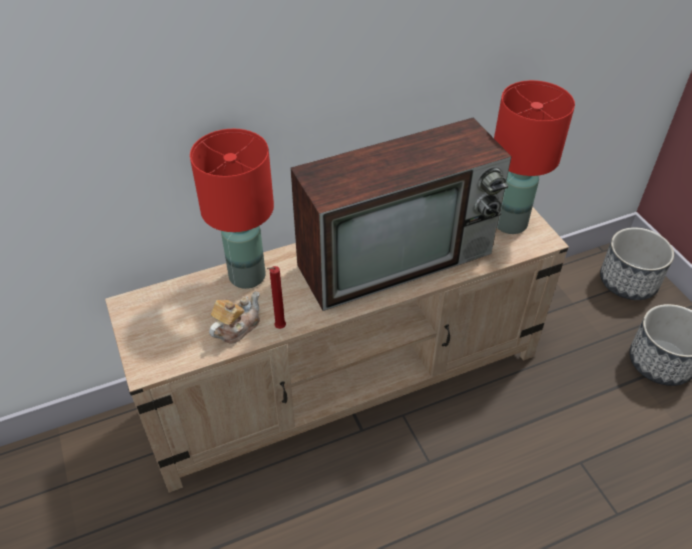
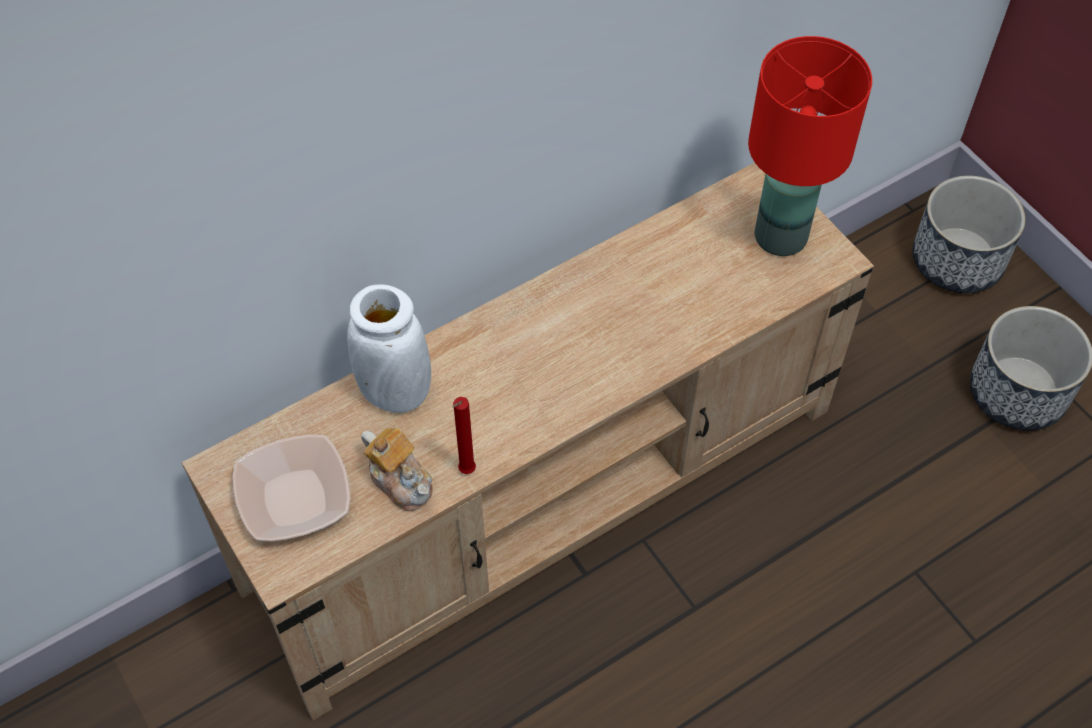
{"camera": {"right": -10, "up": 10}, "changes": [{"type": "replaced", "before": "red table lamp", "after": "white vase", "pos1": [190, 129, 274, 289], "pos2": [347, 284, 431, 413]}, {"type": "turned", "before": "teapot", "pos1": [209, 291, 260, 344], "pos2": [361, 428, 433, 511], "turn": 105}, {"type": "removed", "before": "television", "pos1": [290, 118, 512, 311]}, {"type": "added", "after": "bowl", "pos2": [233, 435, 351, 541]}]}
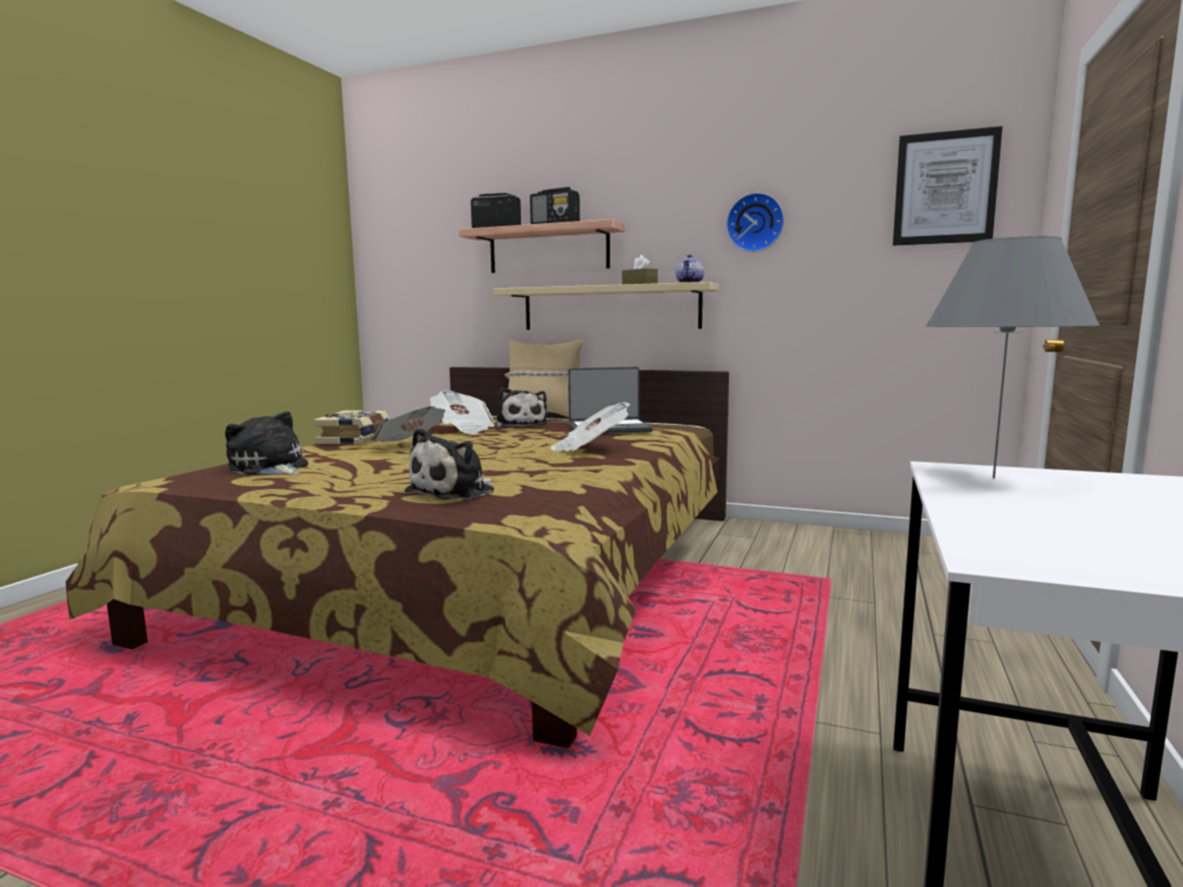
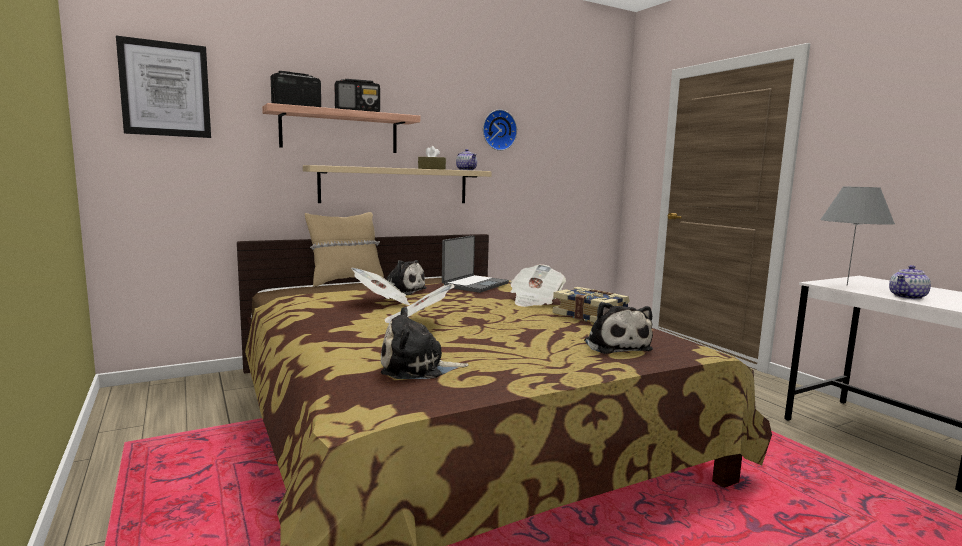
{"camera": {"right": -50, "up": 0}, "changes": [{"type": "moved", "before": "book", "pos1": [313, 410, 389, 444], "pos2": [553, 287, 630, 323]}, {"type": "moved", "before": "picture", "pos1": [893, 126, 1002, 246], "pos2": [116, 36, 211, 138]}, {"type": "added", "after": "teapot", "pos2": [889, 265, 931, 300]}]}
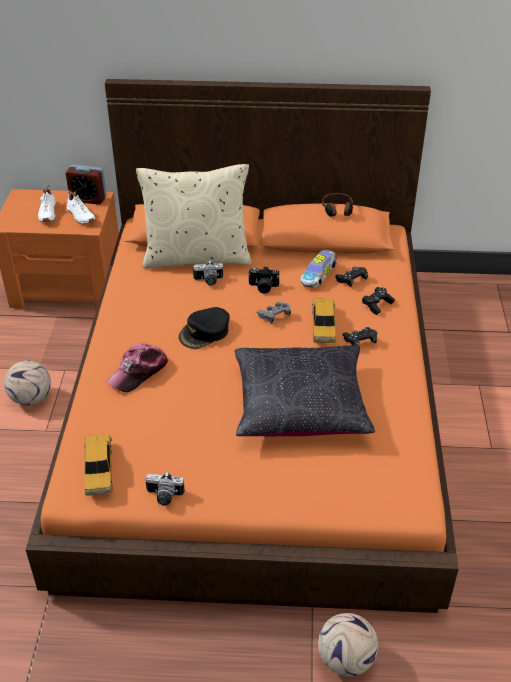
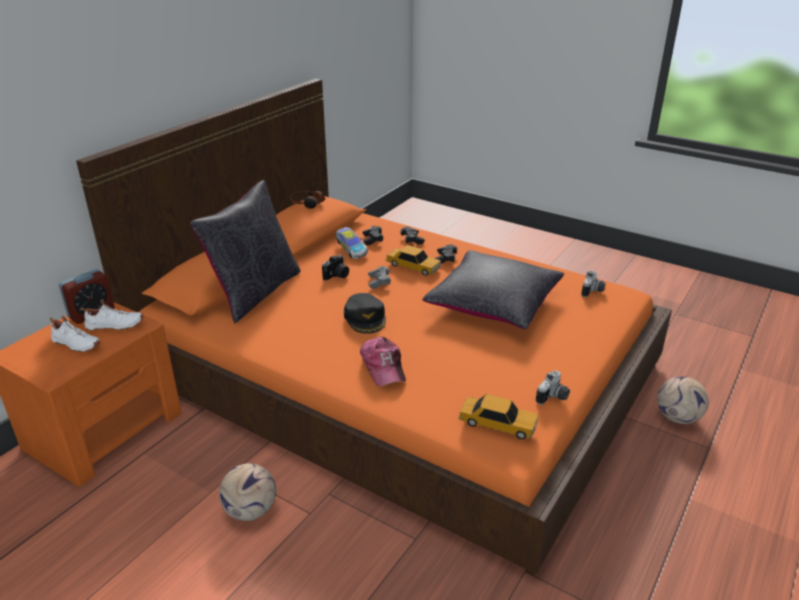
{"camera": {"right": -60, "up": -10}, "changes": [{"type": "recoloured", "before": "beige pillow", "after": "black pillow", "pos1": [136, 164, 251, 268], "pos2": [190, 180, 301, 323]}, {"type": "moved", "before": "photo camera", "pos1": [193, 260, 223, 286], "pos2": [581, 270, 606, 297]}]}
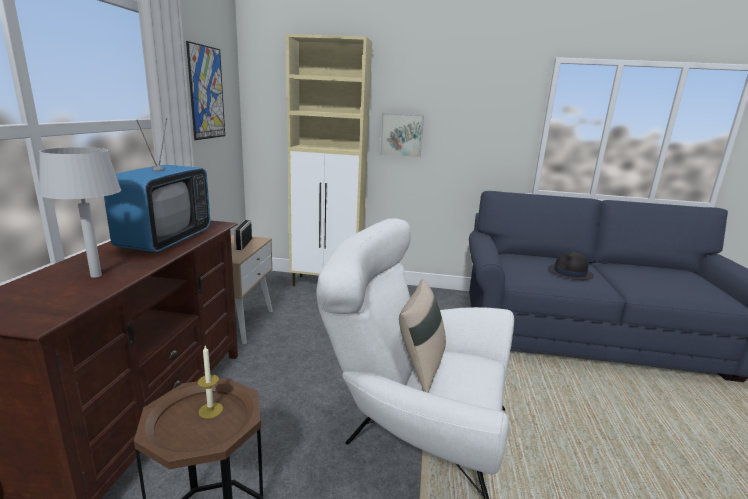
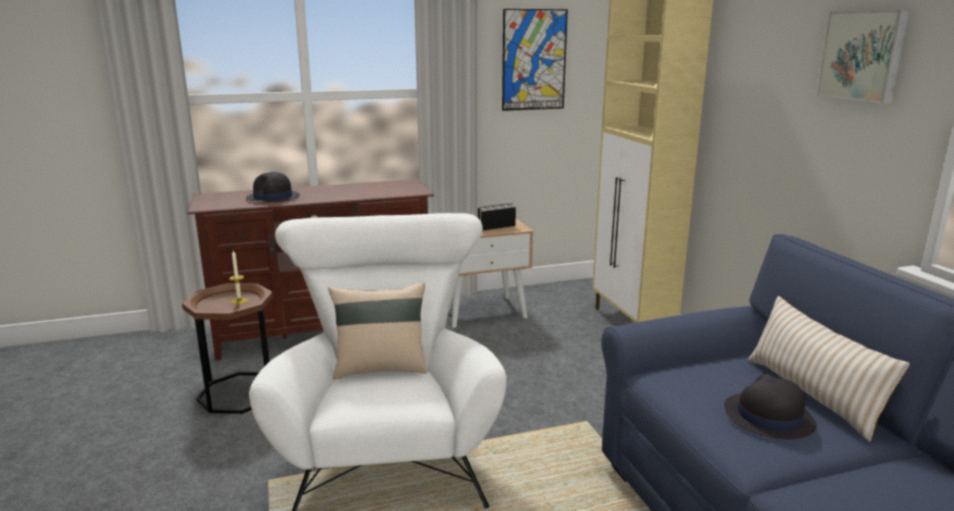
{"camera": {"right": 65, "up": 0}, "changes": [{"type": "replaced", "before": "grey table lamp", "after": "black hat", "pos1": [39, 147, 121, 278], "pos2": [246, 172, 300, 202]}, {"type": "removed", "before": "television", "pos1": [104, 118, 210, 252]}, {"type": "moved", "before": "picture", "pos1": [380, 113, 424, 158], "pos2": [816, 10, 910, 104]}, {"type": "added", "after": "beige pillow", "pos2": [748, 296, 910, 441]}]}
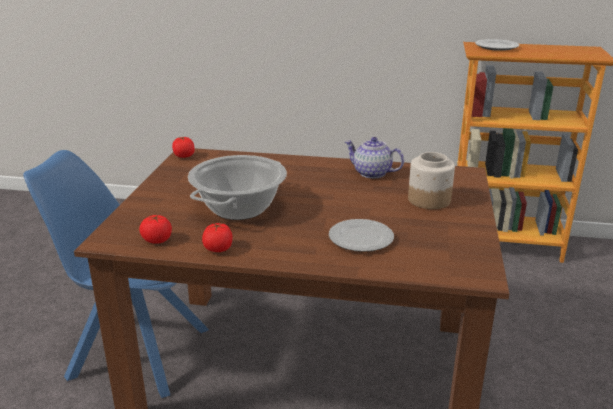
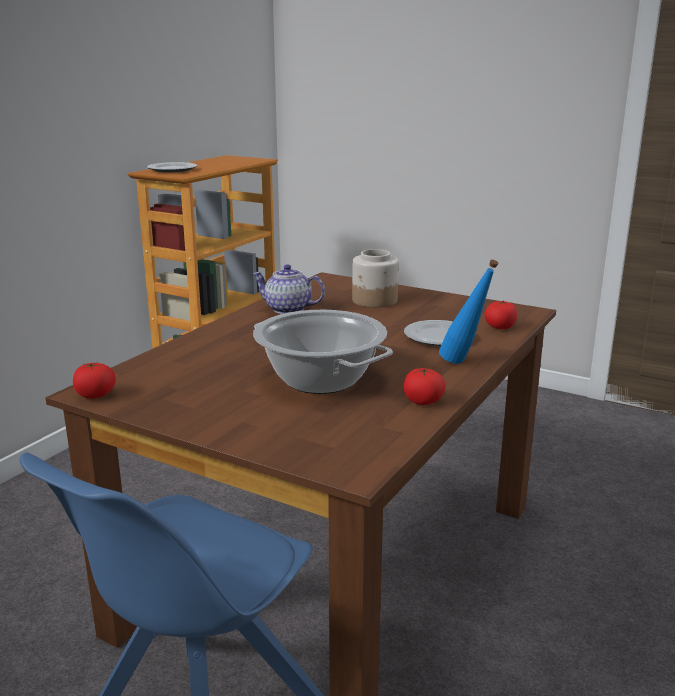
{"camera": {"right": -70, "up": -5}, "changes": [{"type": "moved", "before": "tomato", "pos1": [139, 215, 172, 244], "pos2": [485, 301, 517, 329]}, {"type": "turned", "before": "teapot", "pos1": [345, 137, 404, 179], "pos2": [252, 264, 325, 314], "turn": 60}, {"type": "added", "after": "blue bottle", "pos2": [439, 260, 499, 364]}]}
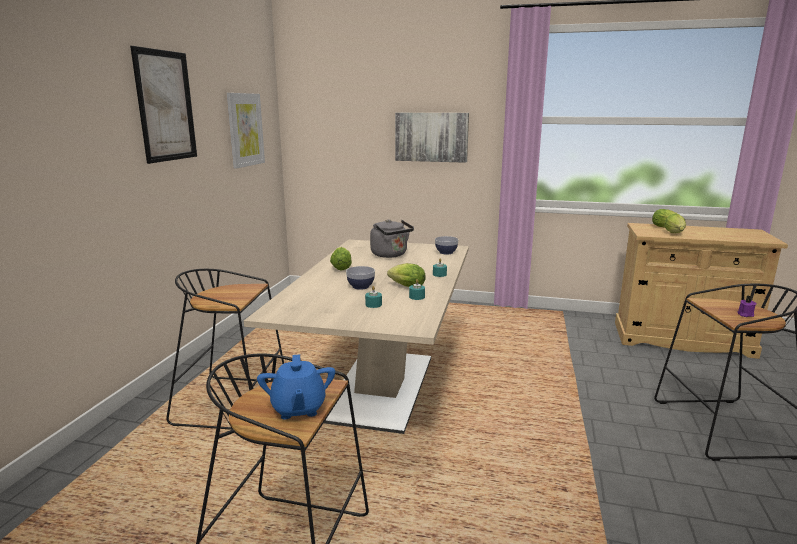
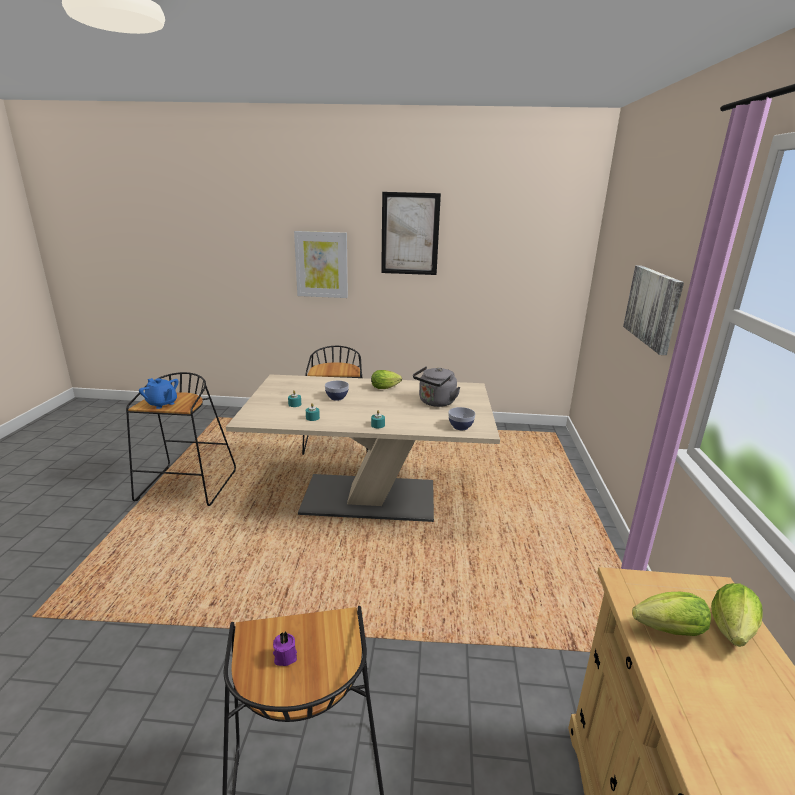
{"camera": {"right": 80, "up": 5}, "changes": [{"type": "moved", "before": "picture", "pos1": [227, 93, 265, 169], "pos2": [294, 231, 348, 298]}, {"type": "turned", "before": "blue teapot", "pos1": [257, 354, 335, 419], "pos2": [139, 378, 179, 409], "turn": -120}, {"type": "removed", "before": "lettuce", "pos1": [387, 263, 426, 287]}]}
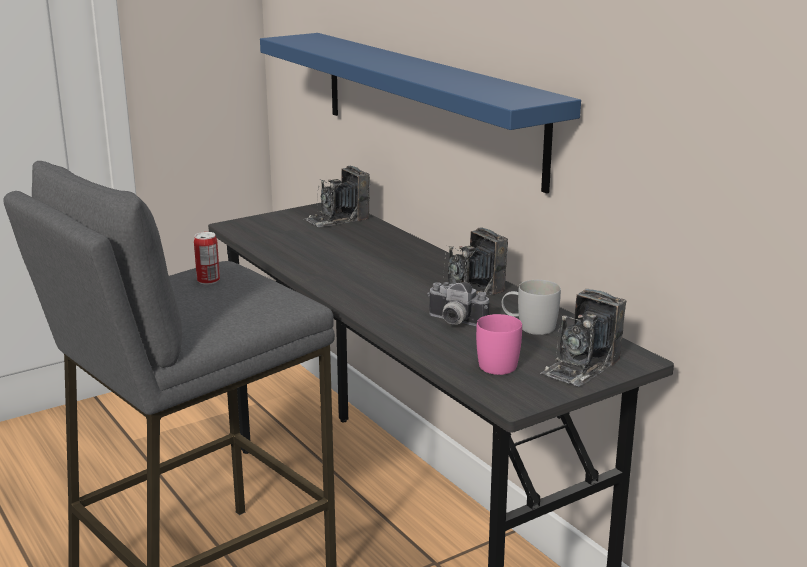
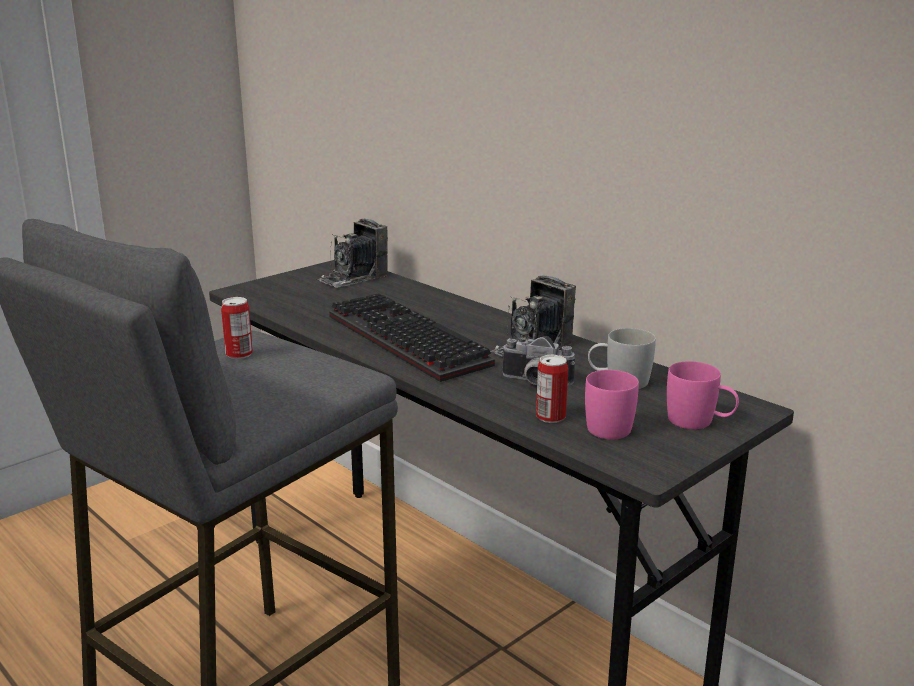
{"camera": {"right": -10, "up": 0}, "changes": [{"type": "removed", "before": "blue shelf", "pos1": [260, 33, 581, 194]}, {"type": "replaced", "before": "photo camera", "after": "pink mug", "pos1": [540, 289, 626, 386], "pos2": [667, 361, 739, 429]}, {"type": "added", "after": "keyboard", "pos2": [329, 293, 495, 382]}, {"type": "added", "after": "can", "pos2": [536, 355, 568, 423]}]}
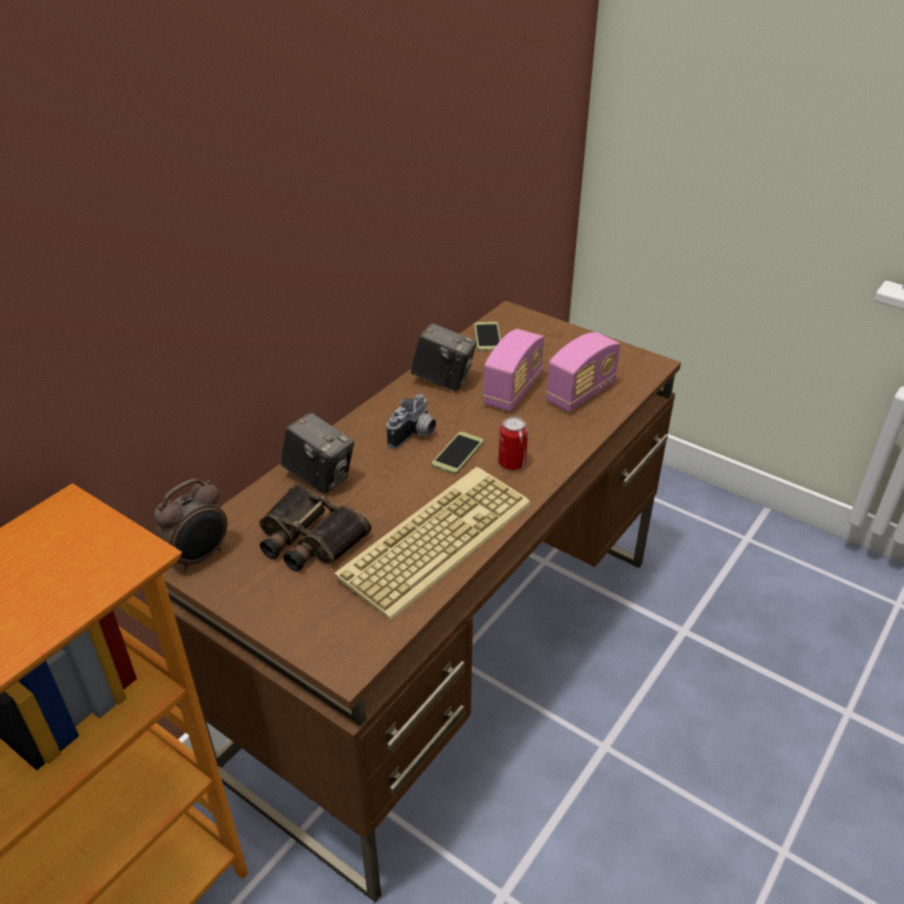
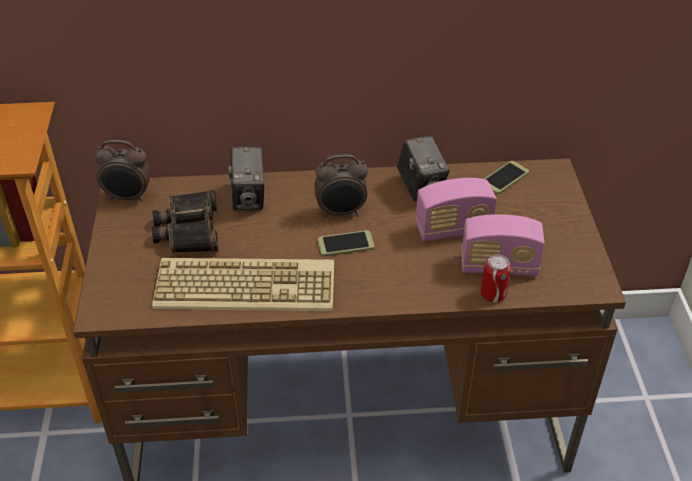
{"camera": {"right": 50, "up": 5}, "changes": [{"type": "replaced", "before": "photo camera", "after": "alarm clock", "pos1": [387, 394, 436, 449], "pos2": [314, 154, 368, 218]}, {"type": "moved", "before": "can", "pos1": [498, 416, 528, 470], "pos2": [481, 254, 511, 302]}]}
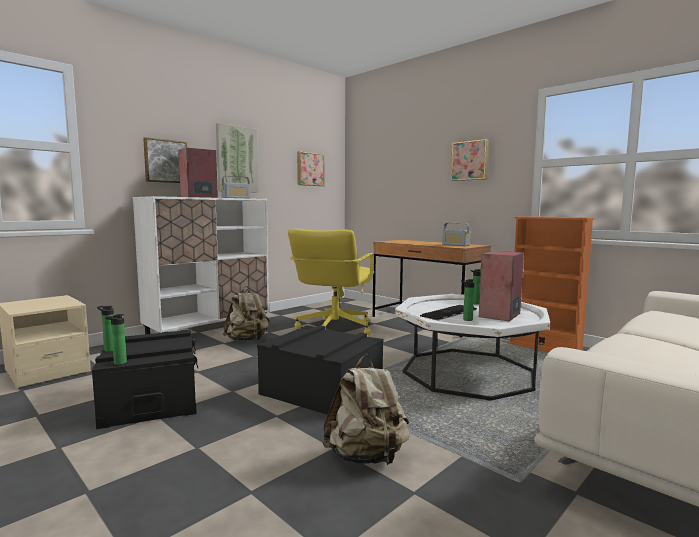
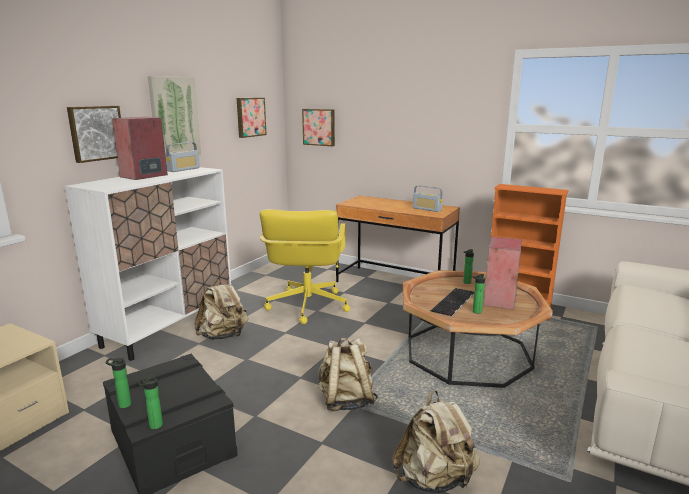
{"camera": {"right": -15, "up": 10}, "changes": [{"type": "replaced", "before": "black storage box", "after": "beige backpack", "pos1": [257, 325, 384, 415], "pos2": [318, 338, 378, 411]}, {"type": "recoloured", "before": "white coffee table", "after": "brown coffee table", "pos1": [395, 294, 550, 401], "pos2": [403, 270, 553, 388]}, {"type": "moved", "before": "picture", "pos1": [451, 139, 489, 181], "pos2": [302, 109, 335, 146]}]}
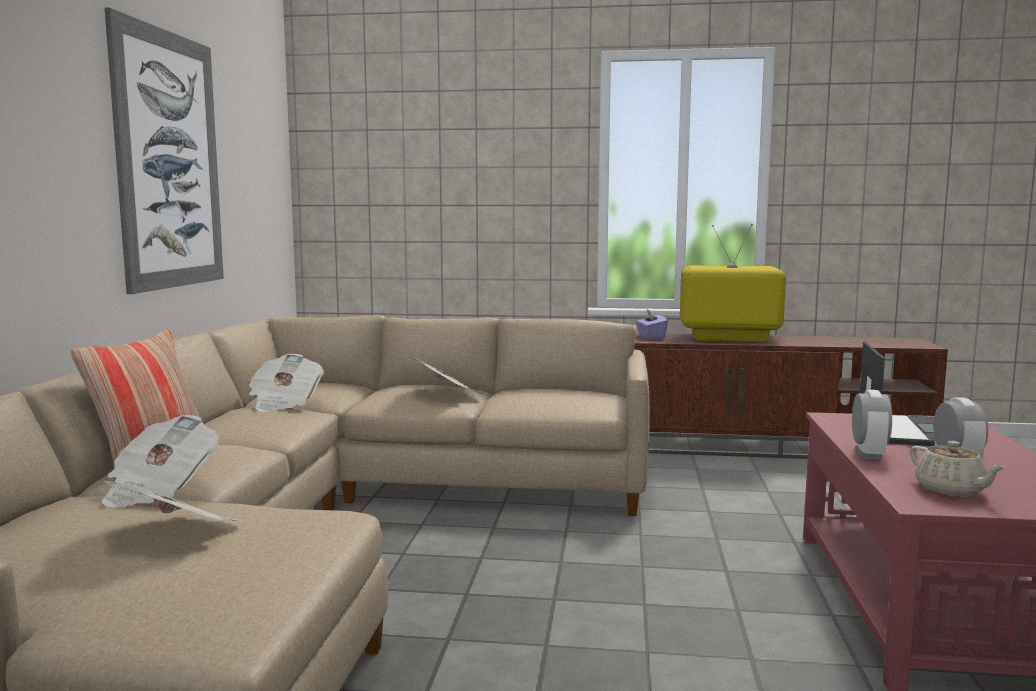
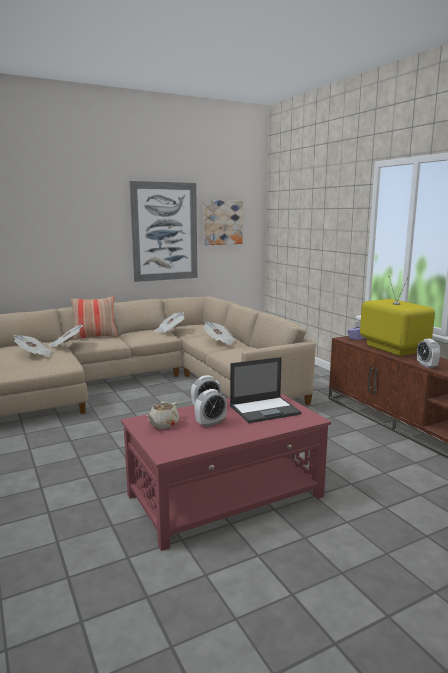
{"camera": {"right": 55, "up": 5}, "changes": [{"type": "added", "after": "picture", "pos2": [203, 200, 243, 245]}, {"type": "added", "after": "alarm clock", "pos2": [417, 338, 440, 368]}]}
